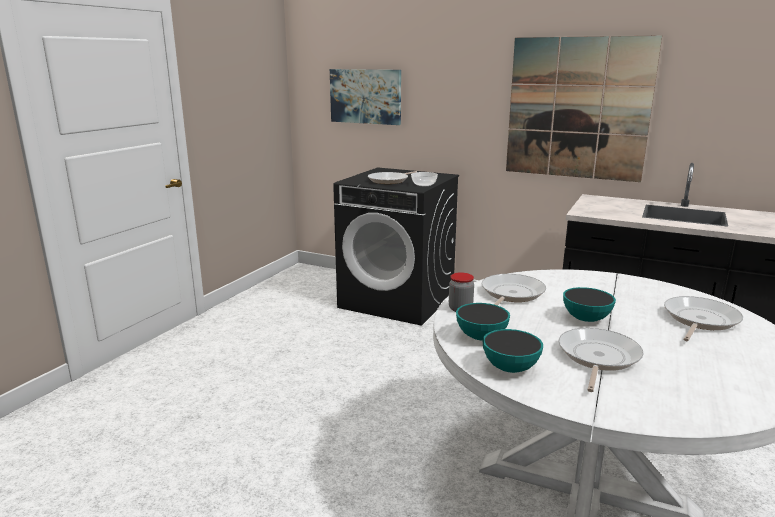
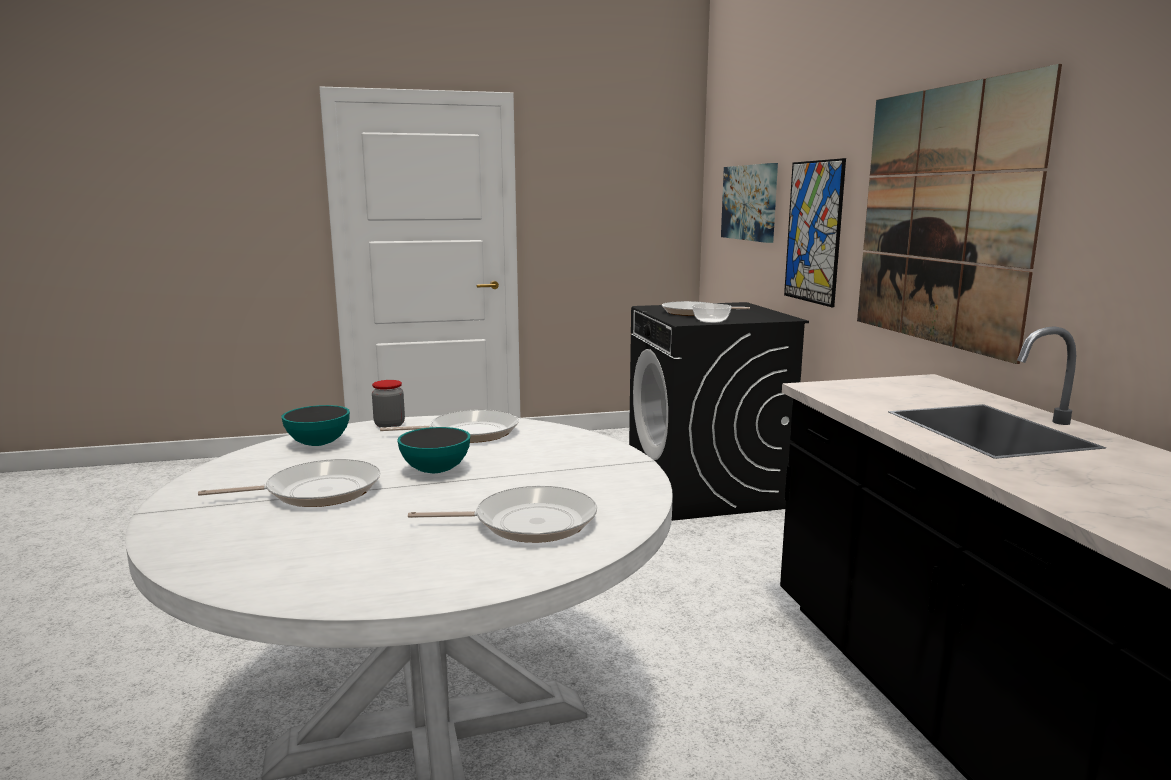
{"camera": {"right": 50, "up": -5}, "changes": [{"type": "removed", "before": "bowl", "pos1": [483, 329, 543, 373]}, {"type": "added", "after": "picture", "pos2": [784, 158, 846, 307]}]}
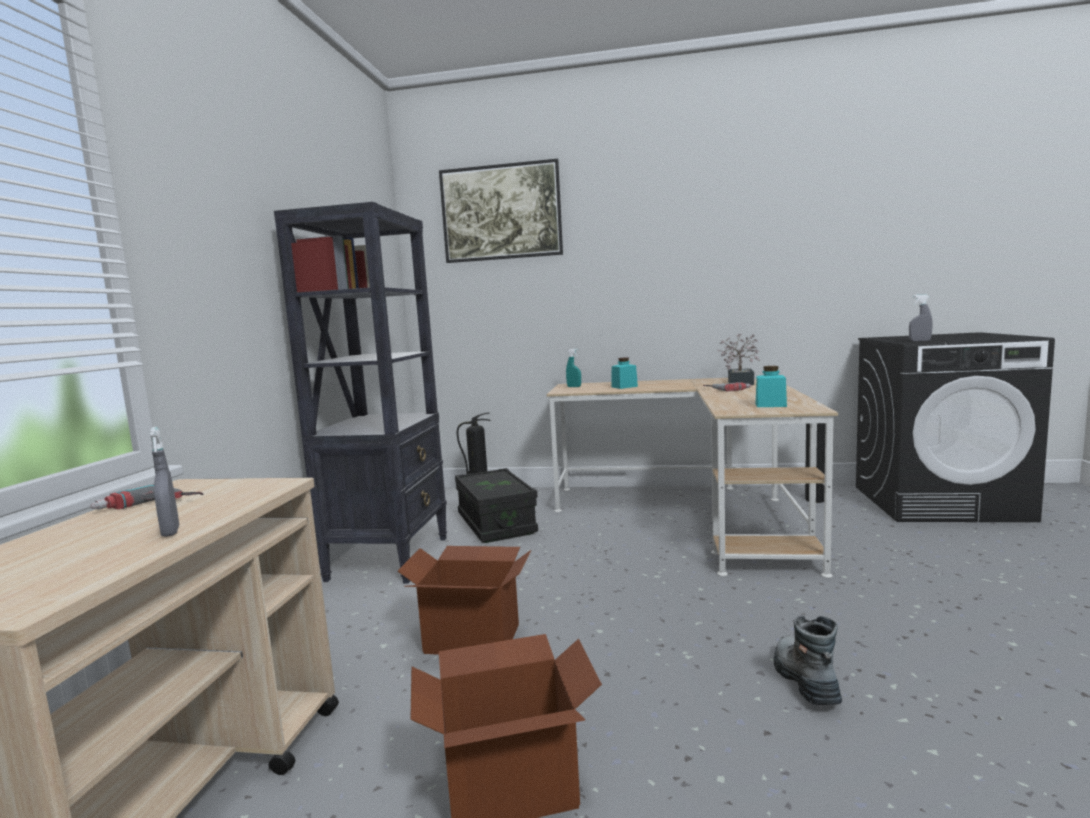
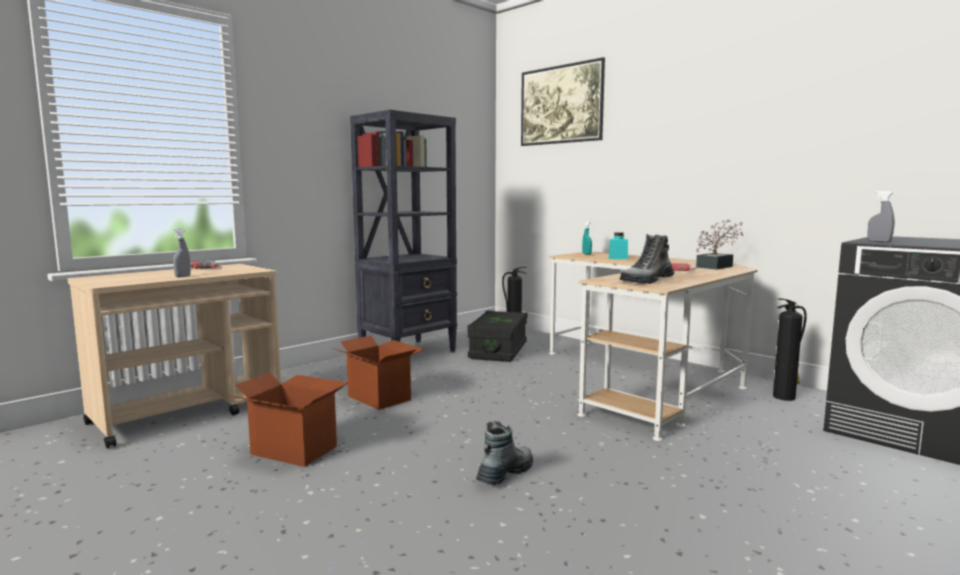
{"camera": {"right": 35, "up": 0}, "changes": [{"type": "replaced", "before": "turquoise jar", "after": "boot", "pos1": [755, 366, 787, 407], "pos2": [620, 234, 674, 284]}]}
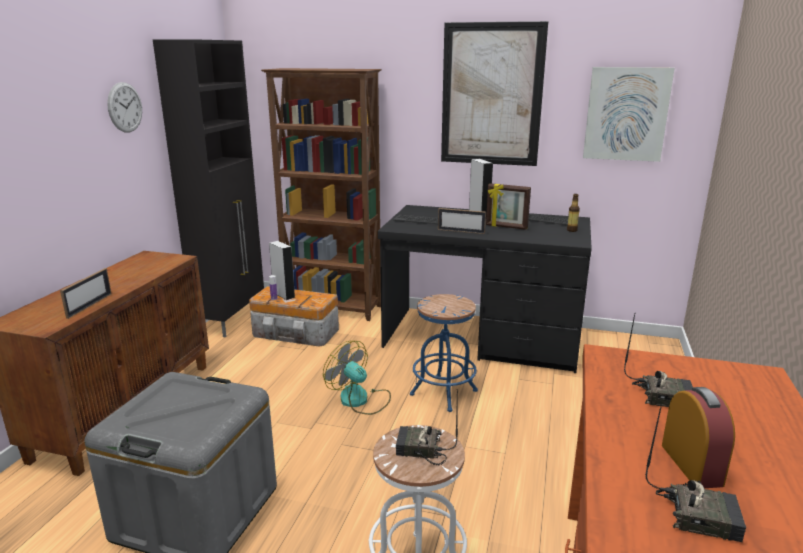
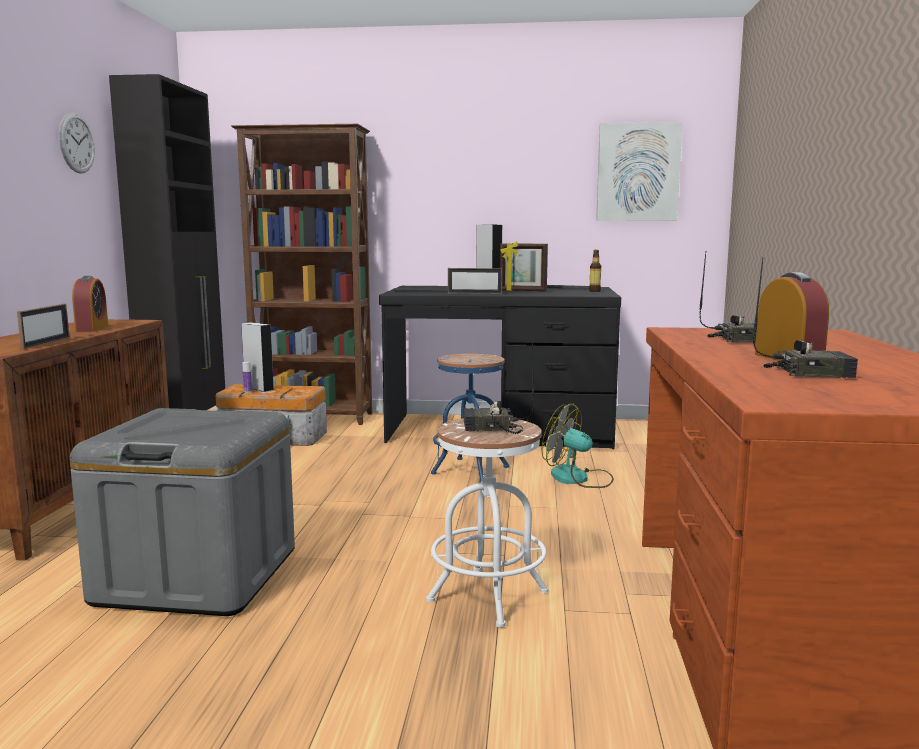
{"camera": {"right": -10, "up": -10}, "changes": [{"type": "moved", "before": "fan", "pos1": [323, 341, 391, 415], "pos2": [541, 403, 614, 488]}, {"type": "removed", "before": "picture", "pos1": [441, 21, 548, 166]}, {"type": "added", "after": "alarm clock", "pos2": [72, 276, 108, 332]}]}
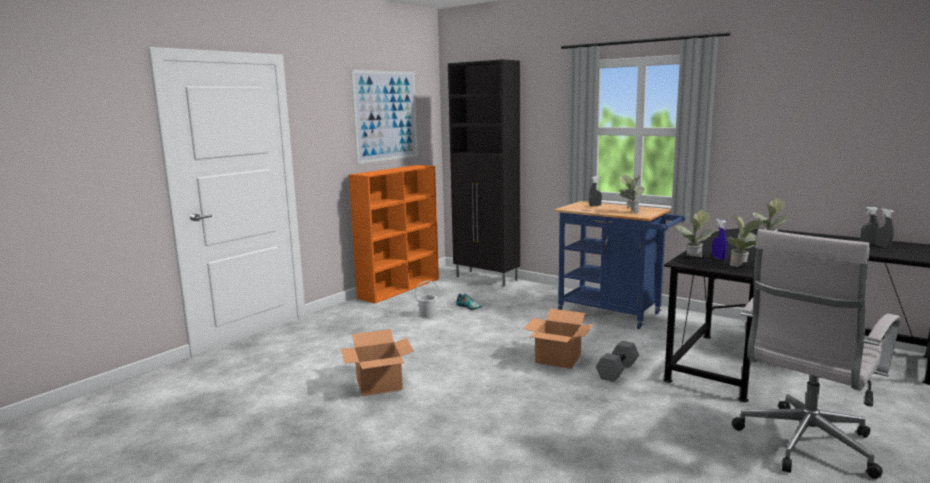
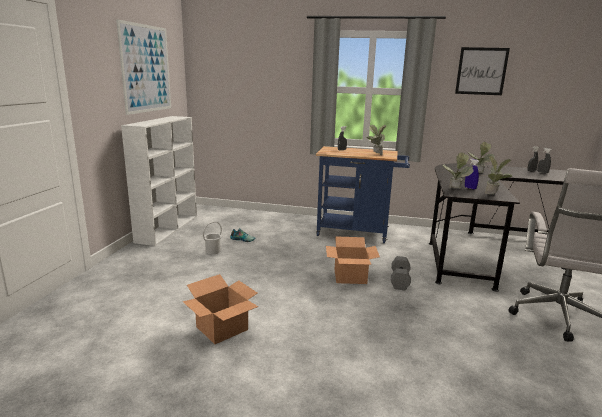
{"camera": {"right": -25, "up": 5}, "changes": [{"type": "recoloured", "before": "orange bookcase", "after": "white bookcase", "pos1": [349, 165, 439, 303], "pos2": [121, 116, 197, 246]}, {"type": "removed", "before": "black cabinet", "pos1": [448, 59, 520, 286]}, {"type": "added", "after": "picture", "pos2": [455, 47, 510, 95]}]}
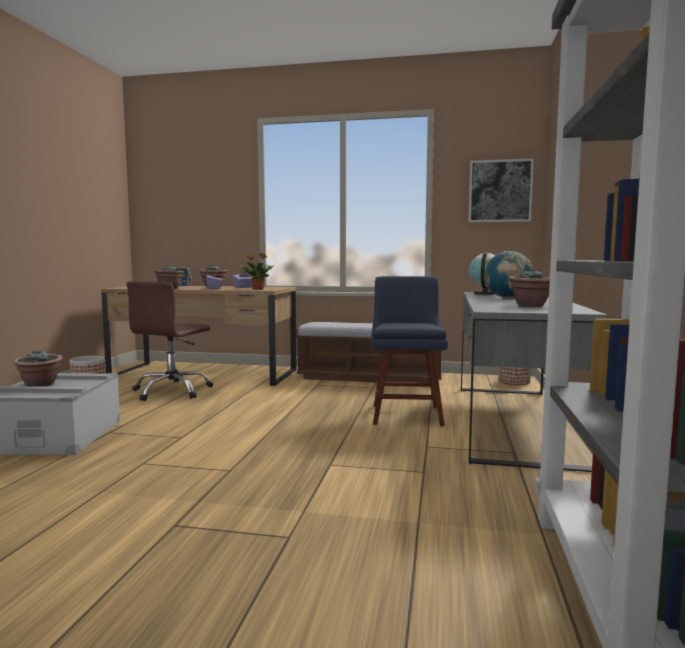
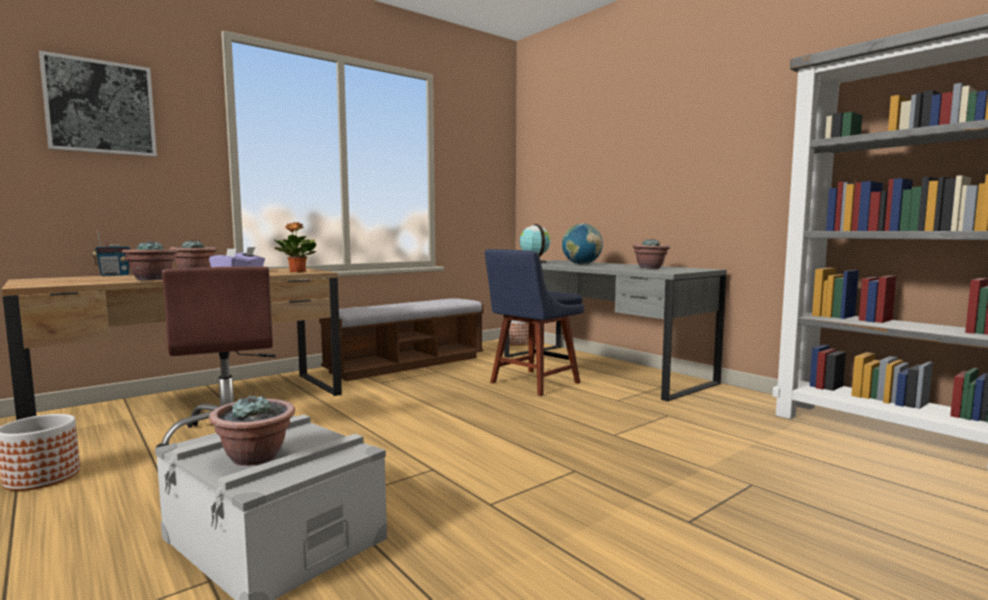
{"camera": {"right": -50, "up": 0}, "changes": [{"type": "turned", "before": "blue chair", "pos1": [371, 276, 448, 426], "pos2": [485, 249, 584, 396], "turn": -90}, {"type": "moved", "before": "picture", "pos1": [468, 158, 534, 222], "pos2": [39, 50, 157, 157]}]}
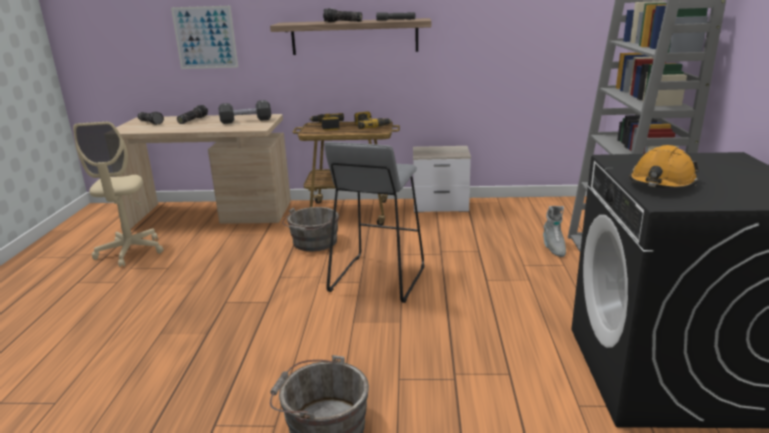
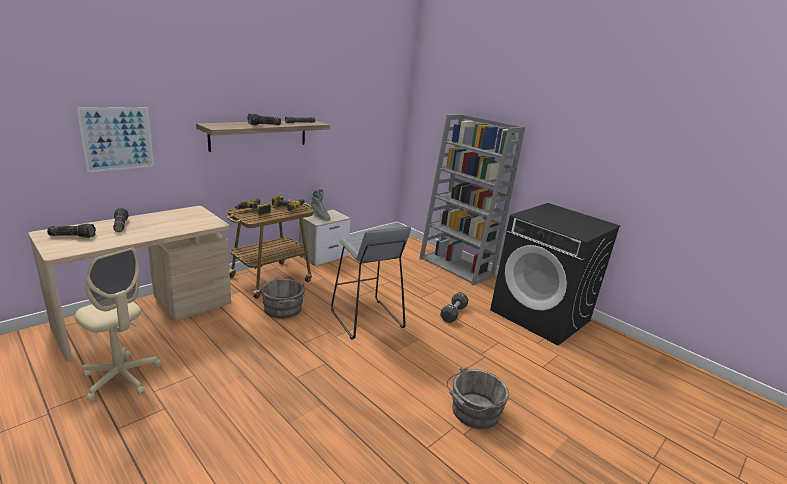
{"camera": {"right": -50, "up": 0}, "changes": [{"type": "moved", "before": "black dumbbell", "pos1": [218, 100, 271, 124], "pos2": [440, 292, 469, 323]}, {"type": "moved", "before": "grey boot", "pos1": [543, 206, 566, 257], "pos2": [309, 188, 330, 220]}, {"type": "removed", "before": "orange hard hat", "pos1": [629, 145, 699, 189]}]}
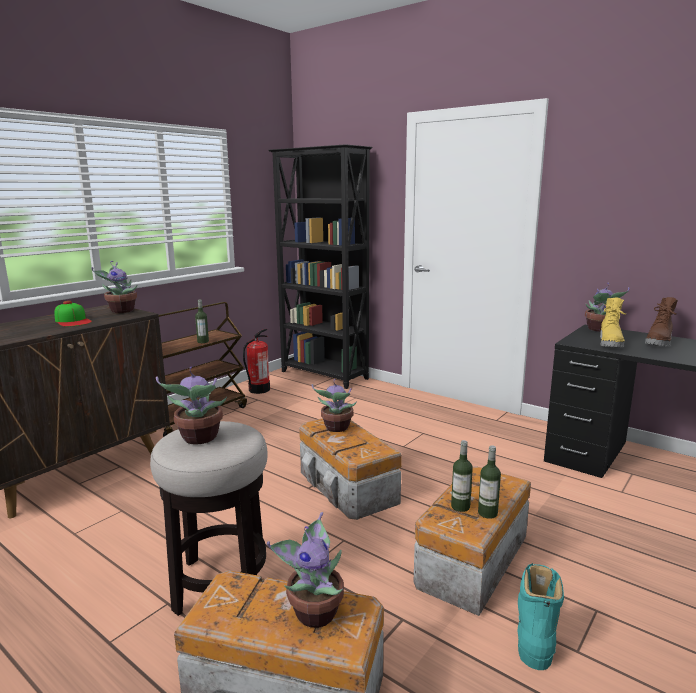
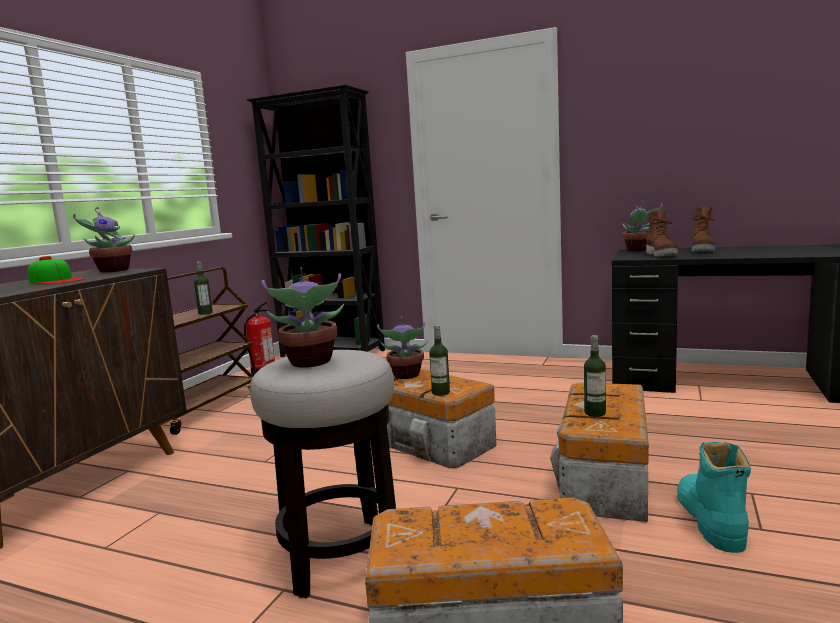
{"camera": {"right": -15, "up": -5}, "changes": [{"type": "removed", "before": "potted plant", "pos1": [267, 512, 344, 628]}, {"type": "moved", "before": "bottle", "pos1": [478, 446, 501, 519], "pos2": [429, 325, 450, 396]}, {"type": "recoloured", "before": "yellow boot", "after": "brown boot", "pos1": [600, 297, 626, 348], "pos2": [646, 210, 678, 257]}]}
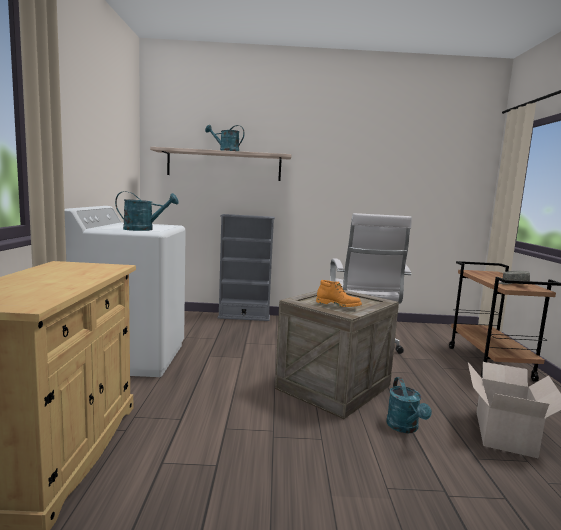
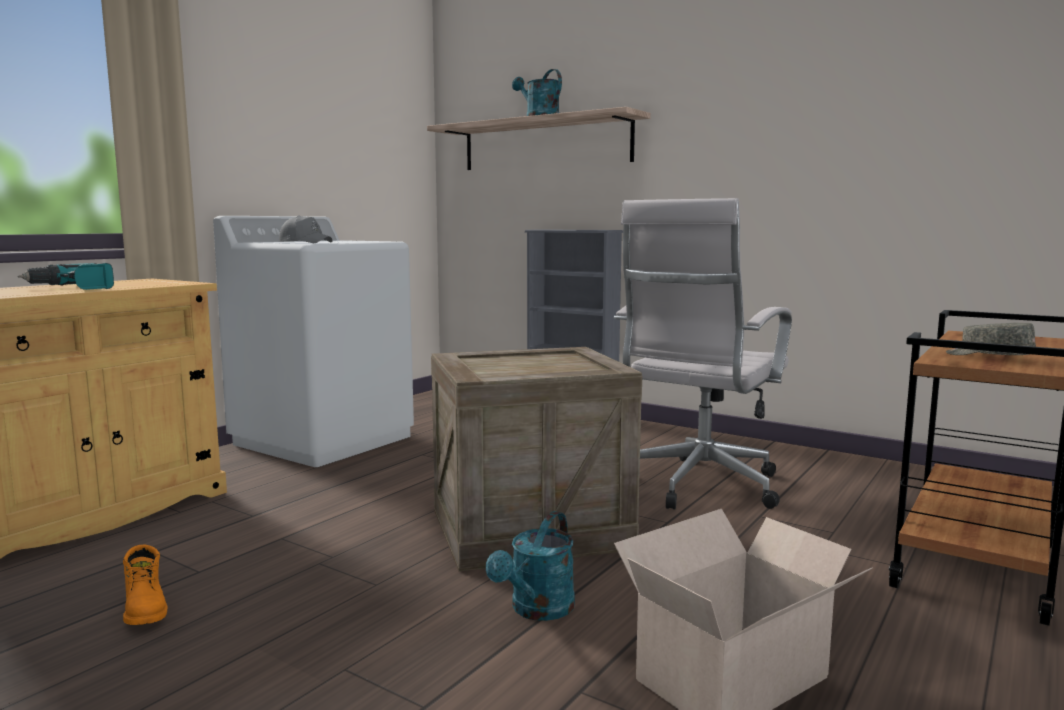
{"camera": {"right": 35, "up": 0}, "changes": [{"type": "replaced", "before": "turquoise watering can", "after": "grey cap", "pos1": [115, 191, 179, 231], "pos2": [279, 215, 332, 243]}, {"type": "moved", "before": "orange boot", "pos1": [316, 280, 362, 307], "pos2": [123, 545, 167, 625]}, {"type": "added", "after": "power drill", "pos2": [18, 263, 114, 290]}]}
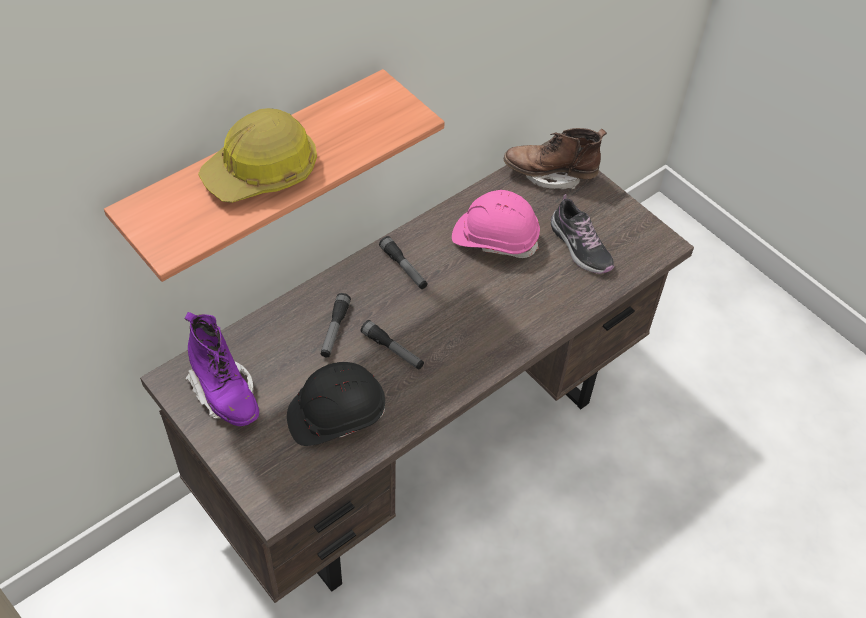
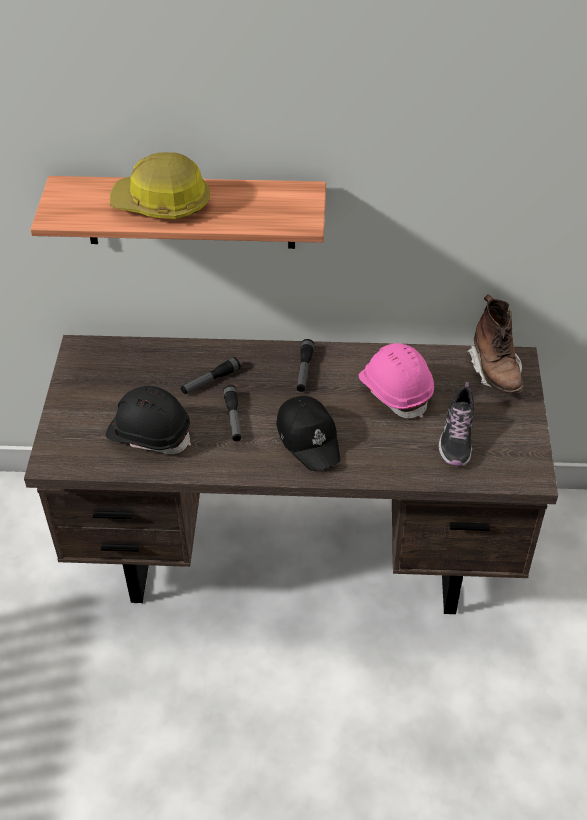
{"camera": {"right": 45, "up": -5}, "changes": [{"type": "removed", "before": "purple boot", "pos1": [185, 312, 259, 426]}, {"type": "turned", "before": "brown boot", "pos1": [504, 128, 607, 189], "pos2": [467, 295, 523, 395], "turn": -150}, {"type": "added", "after": "black cap", "pos2": [276, 396, 340, 471]}]}
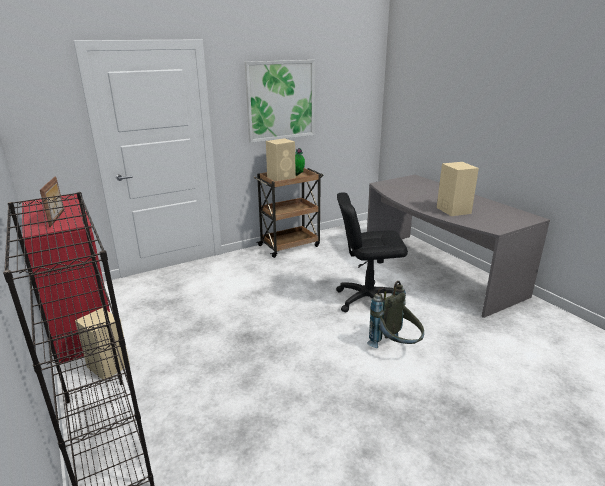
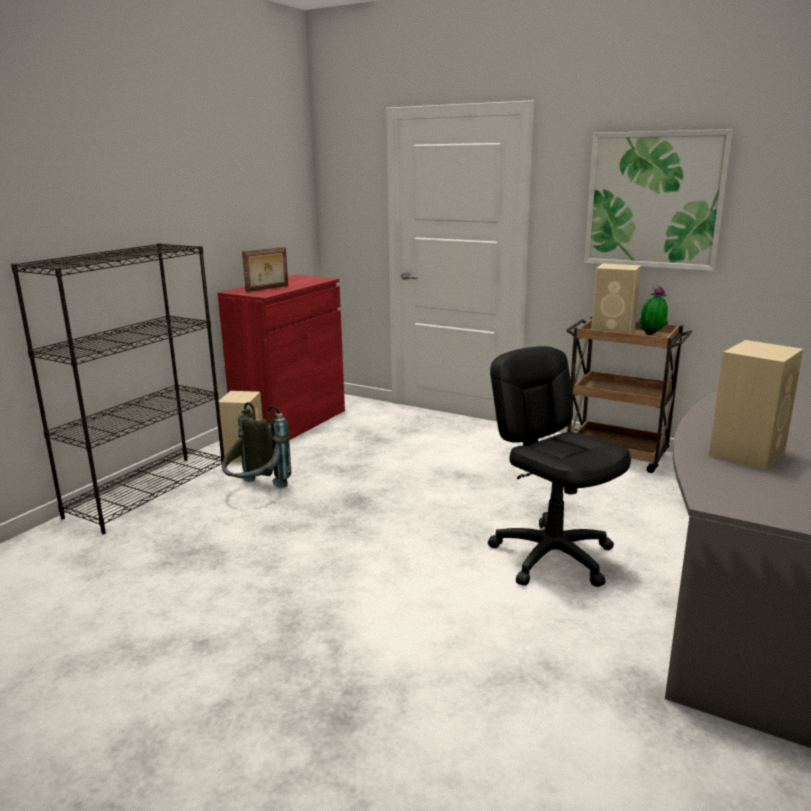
{"camera": {"right": 60, "up": -5}, "changes": [{"type": "moved", "before": "grey backpack", "pos1": [367, 281, 424, 348], "pos2": [222, 402, 292, 488]}]}
